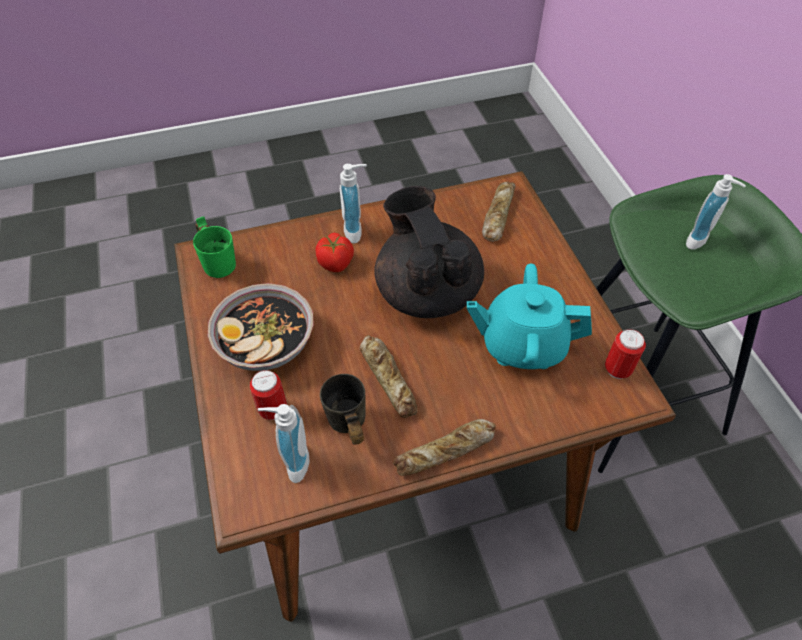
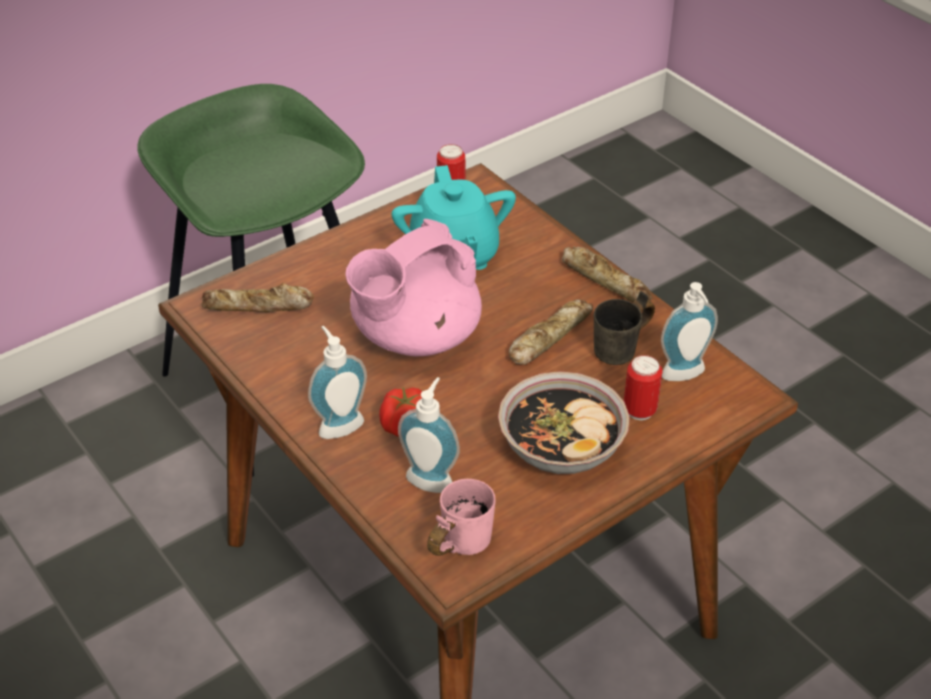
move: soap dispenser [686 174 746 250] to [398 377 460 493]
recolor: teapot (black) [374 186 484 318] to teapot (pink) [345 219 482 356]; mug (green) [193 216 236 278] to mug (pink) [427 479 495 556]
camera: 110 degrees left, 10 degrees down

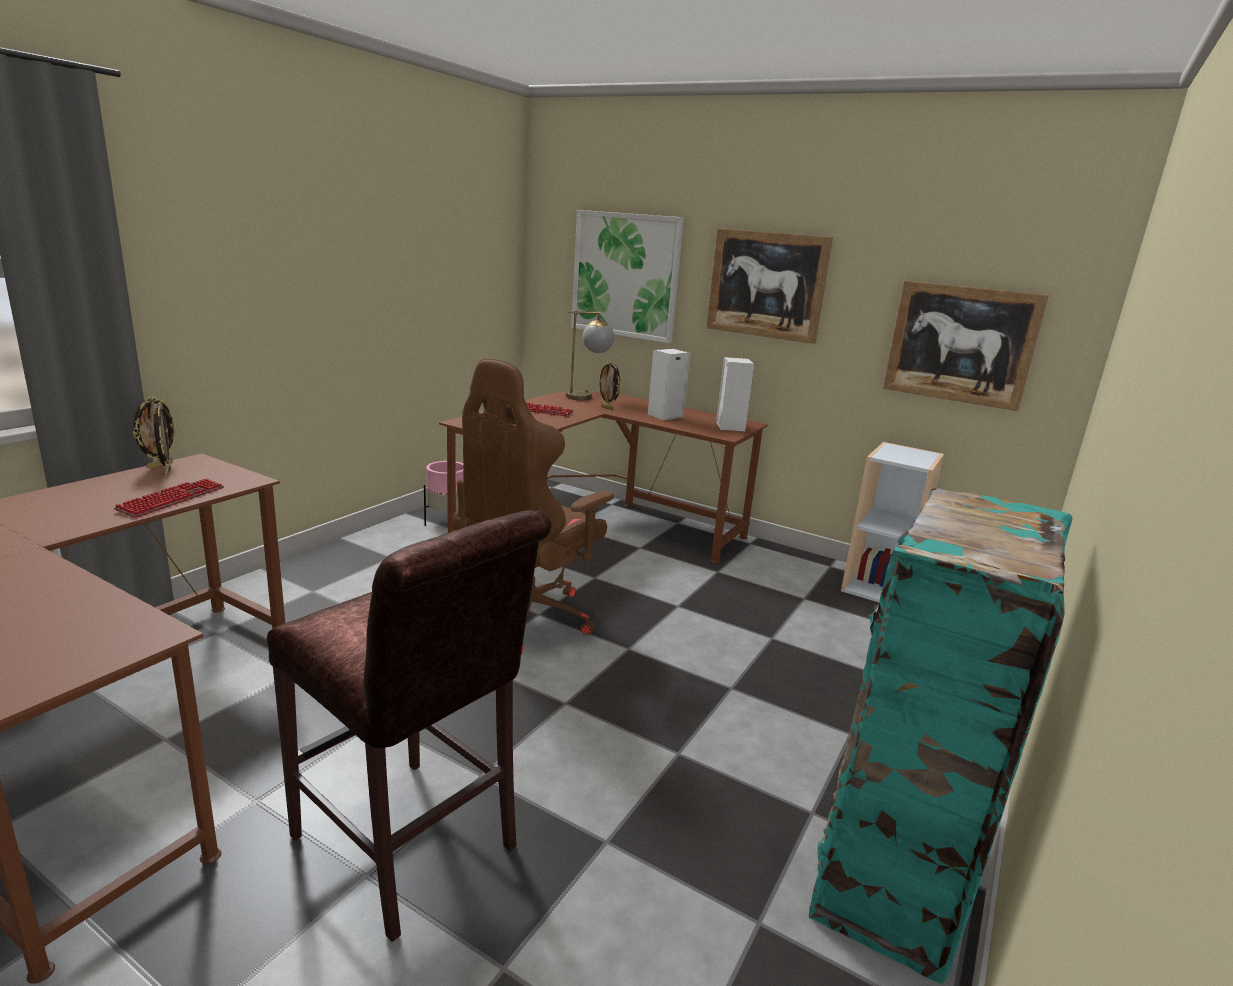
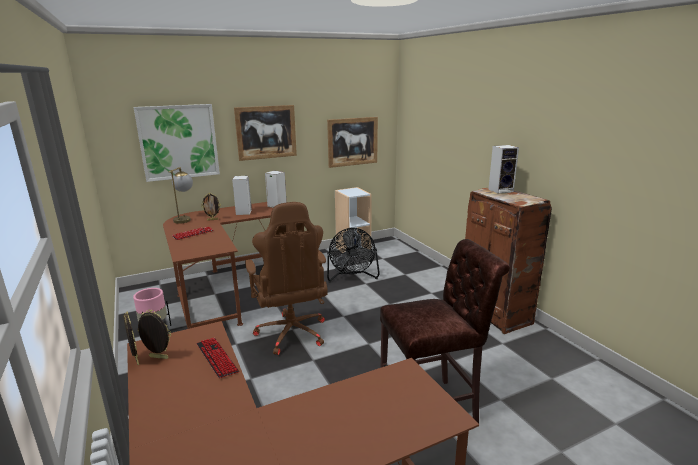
insert: fan (black) [327 228 380 283]; speaker [488 145 519 193]
recolor: cabinet (turquoise) [809 488 1073 984] to cabinet (brown) [465 187 552 334]
camera: 55 degrees left, 0 degrees up

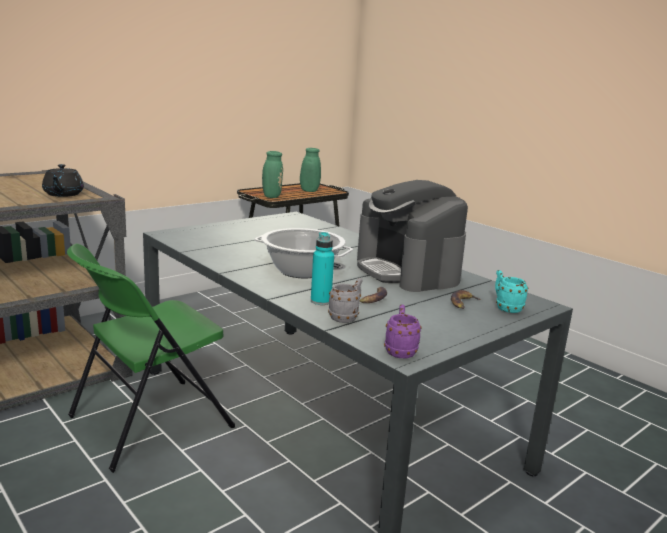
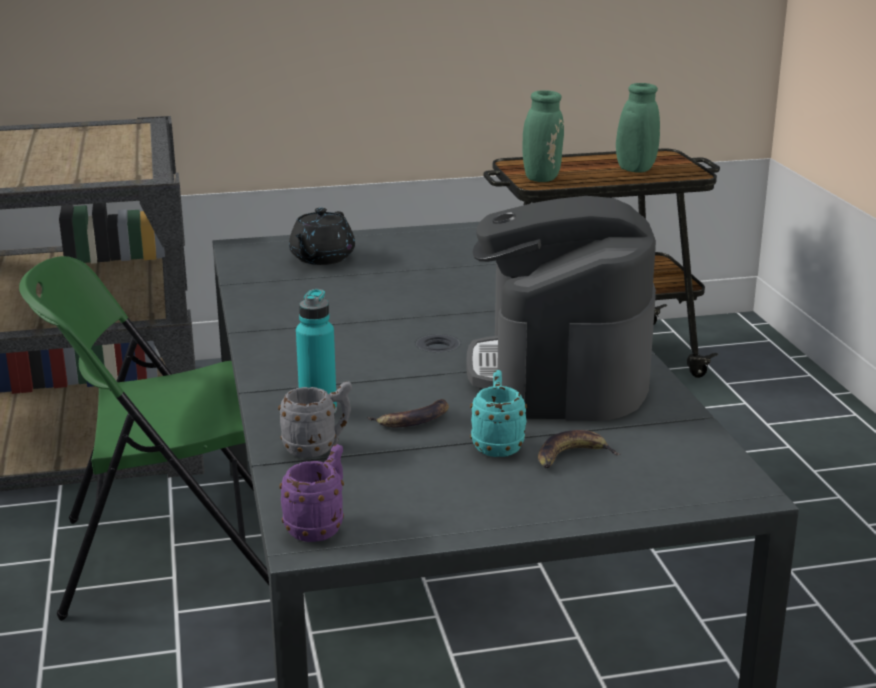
delete: cooking pot [255 228 353 278]
move: teapot (black) [42 164 84 197] to [289 208 355 265]; mug (turquoise) [495 270 528 313] to [470 370 527 457]
camera: 30 degrees right, 5 degrees up

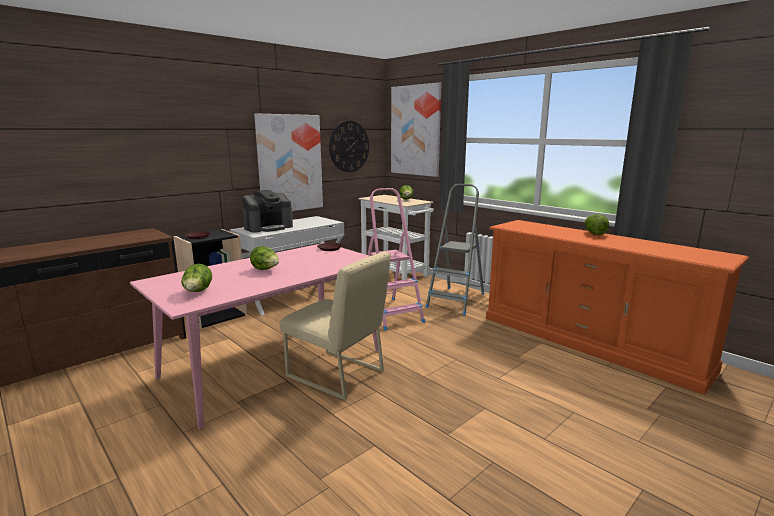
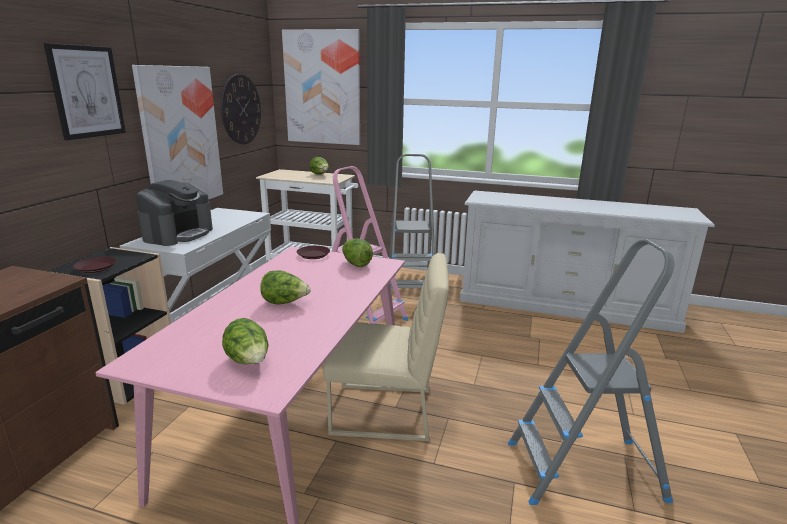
insert: picture [44 43 126 140]; step ladder (grey) [508 239 674 505]
move: lettuce [585 214 609 235] to [342 238 373 267]
recolor: cabinet (orange) [486 220 749 395] to cabinet (white) [460 190 715 333]
camera: 30 degrees left, 5 degrees up

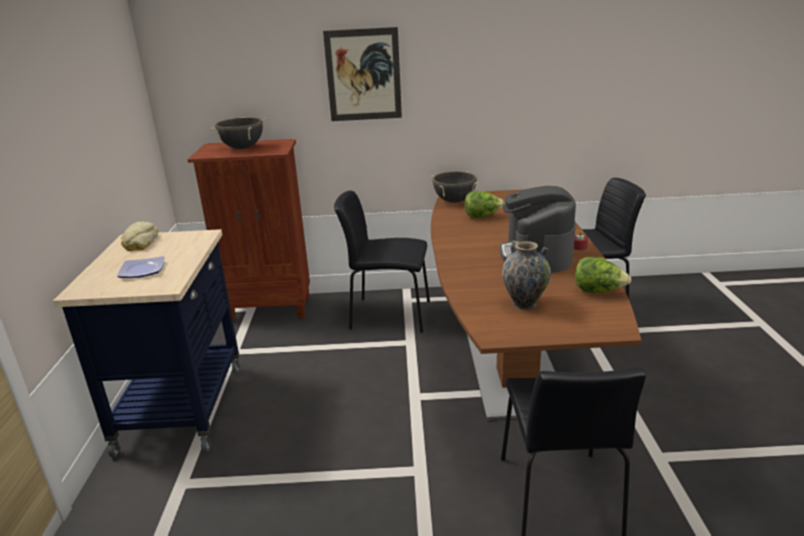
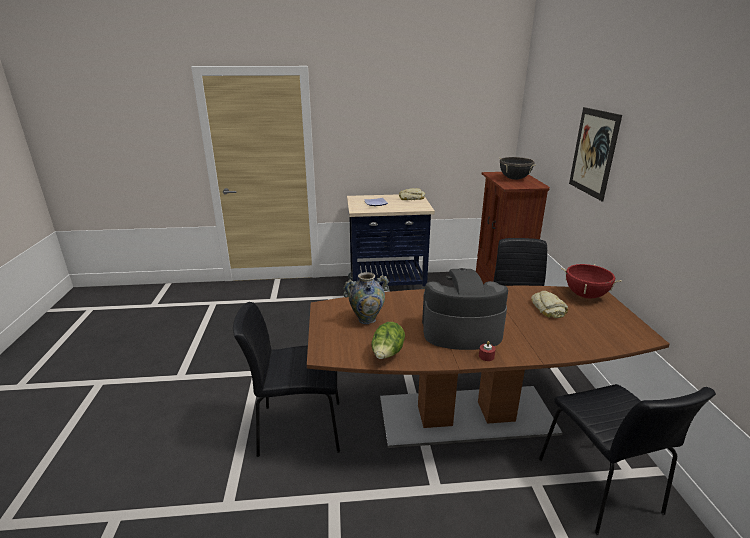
replace: lettuce [464 191 505 218] to bread [531 291 568 318]
recolor: cooking pot (black) [431 172 479 203] to cooking pot (red) [561 264 621 298]
camera: 85 degrees right, 0 degrees up

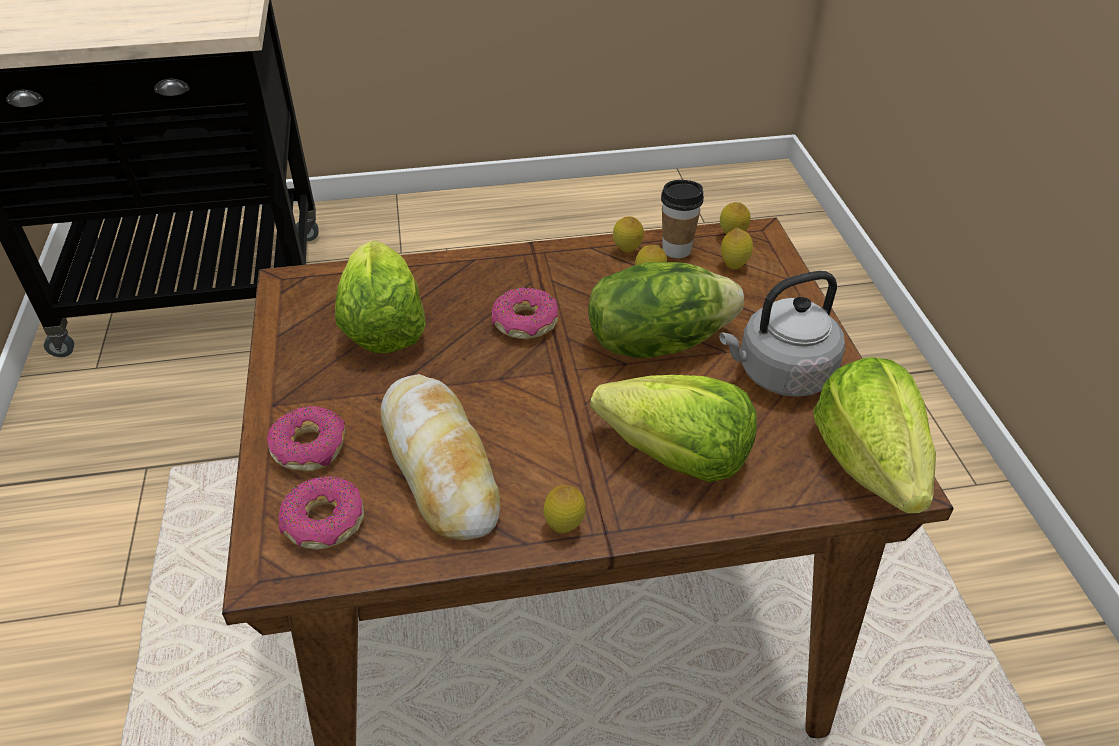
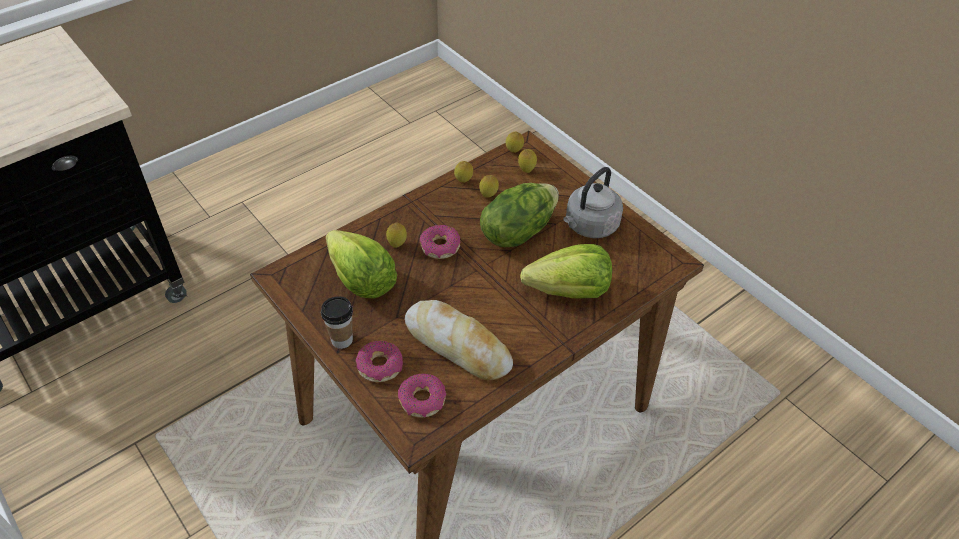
delete: lettuce [813 357 936 513]
move: cup [661 180 704 258] to [321 296 353 349]; lemon [543 485 586 533] to [386 222 407 248]
camera: 30 degrees left, 5 degrees up

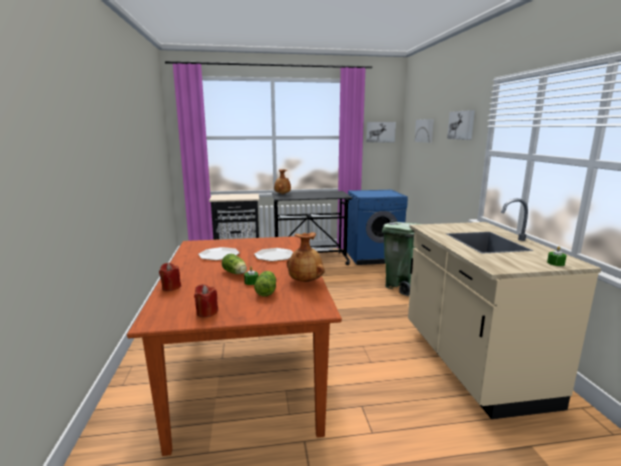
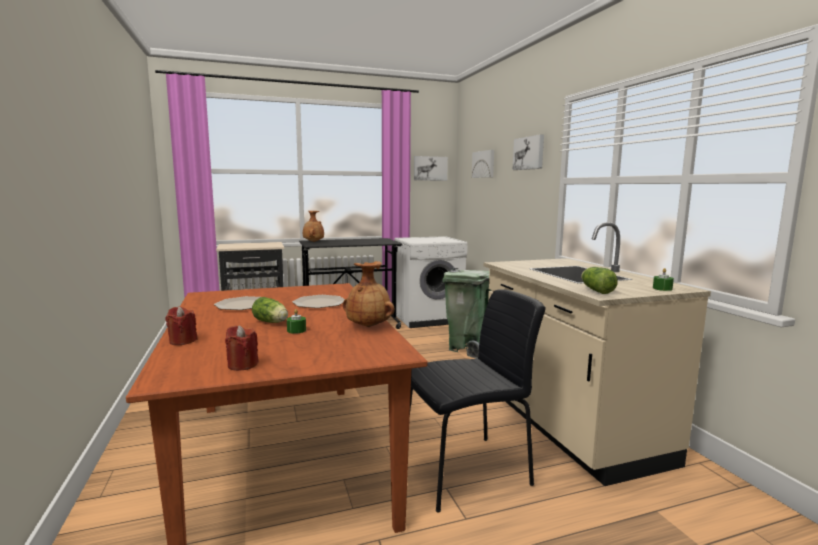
insert: chair (black) [410 289 546 513]
move: lettuce [254 271 276 297] to [581 267 618 294]
recolor: washing machine (blue) [347 190 408 265] to washing machine (white) [394 236 468 328]
camera: 10 degrees left, 5 degrees down

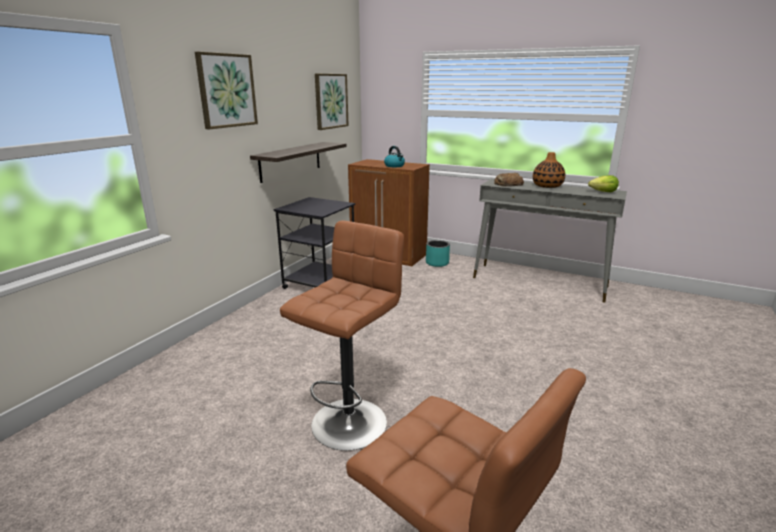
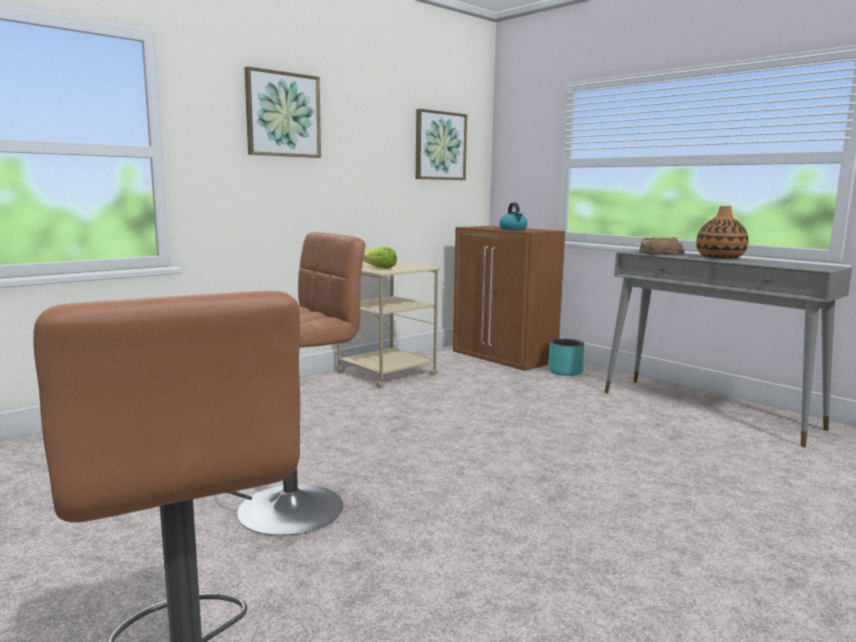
delete: shelf [250 142 347 183]
move: lettuce [588 175 619 192] to [363 247 397 269]
recolor: cart (black) [274 197 355 289] to cart (beige) [337 262 440 388]
camera: 20 degrees right, 10 degrees down

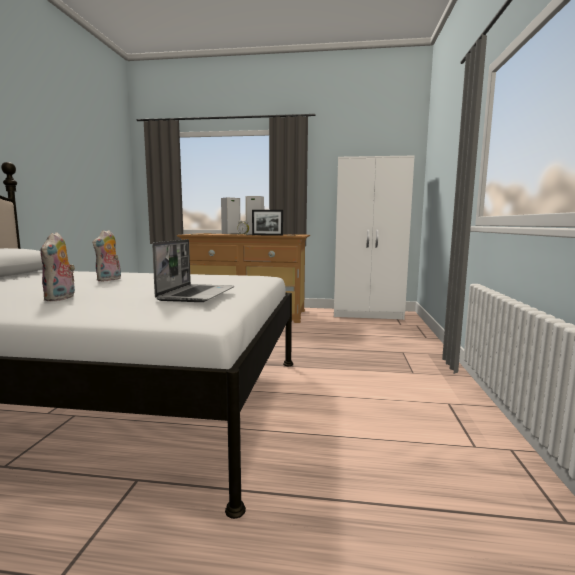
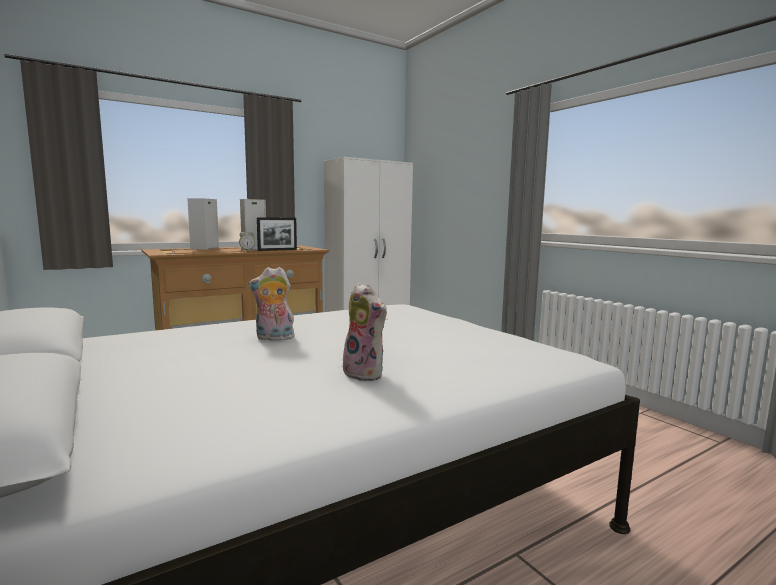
delete: laptop [152 239 234 302]
rotate: plush toy [92 230 121 281] = [248 267 294 342] 105 degrees clockwise
camera: 40 degrees left, 0 degrees up

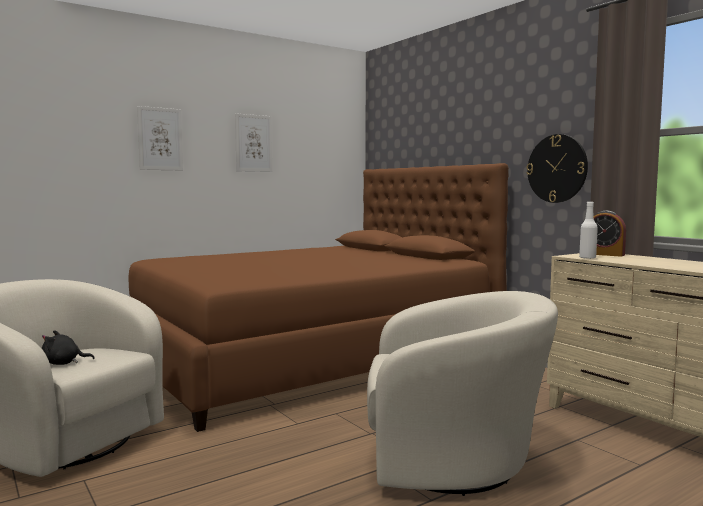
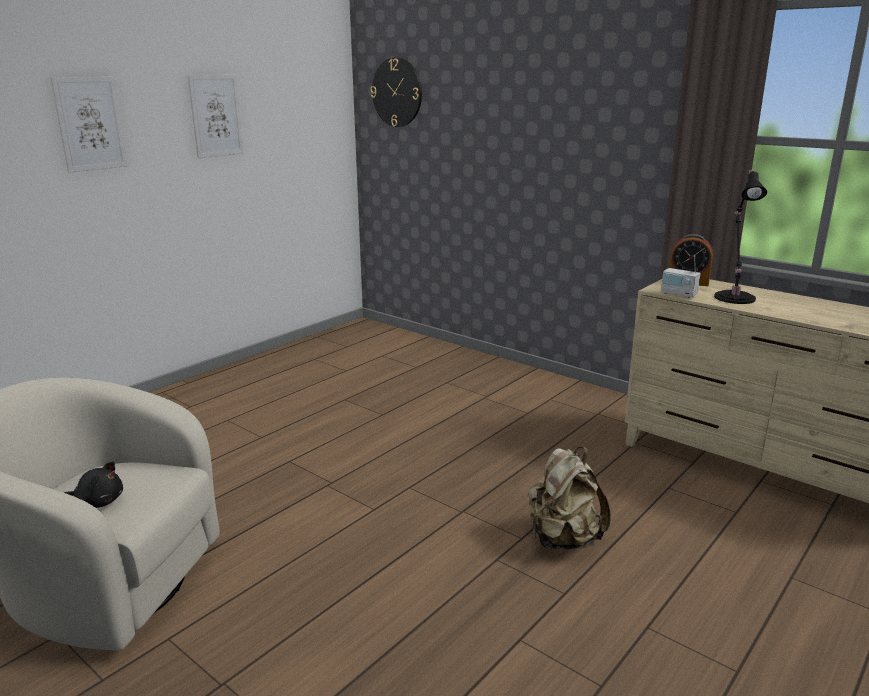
delete: bed (brown) [128 163 509 432]
insert: table lamp (black) [714 169 767 304]
move: wall clock [526 134 588 203] to [371 58 422 127]
replace: armchair (beige) [367 291 558 496] to backpack (beige) [528 447 611 549]; bottle (white) [579 202 598 259] to radio [661 255 701 298]
rotate: plush toy (black) [42 330 95 365] = [64 461 123 508] 150 degrees counterclockwise
camera: 15 degrees left, 15 degrees up

